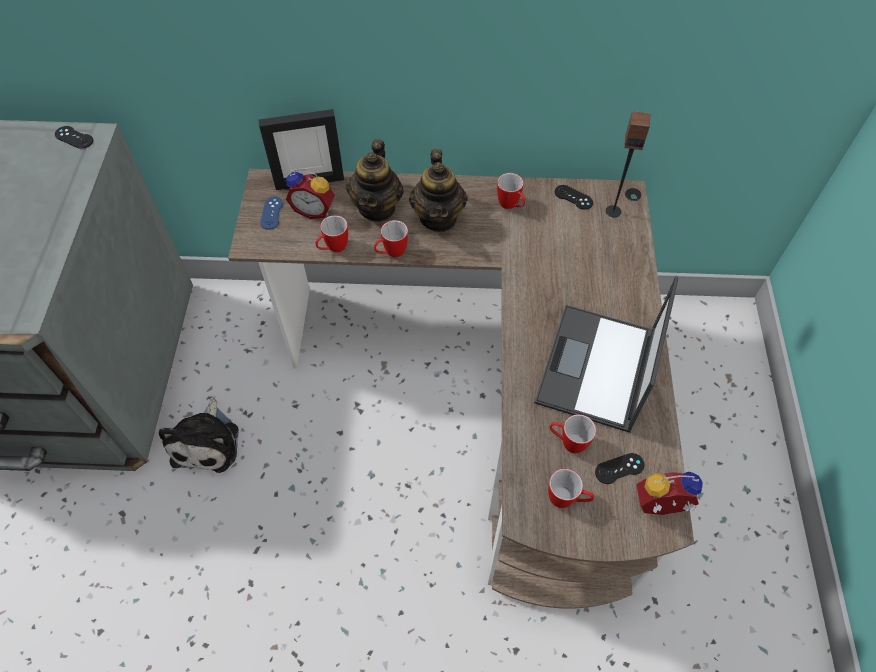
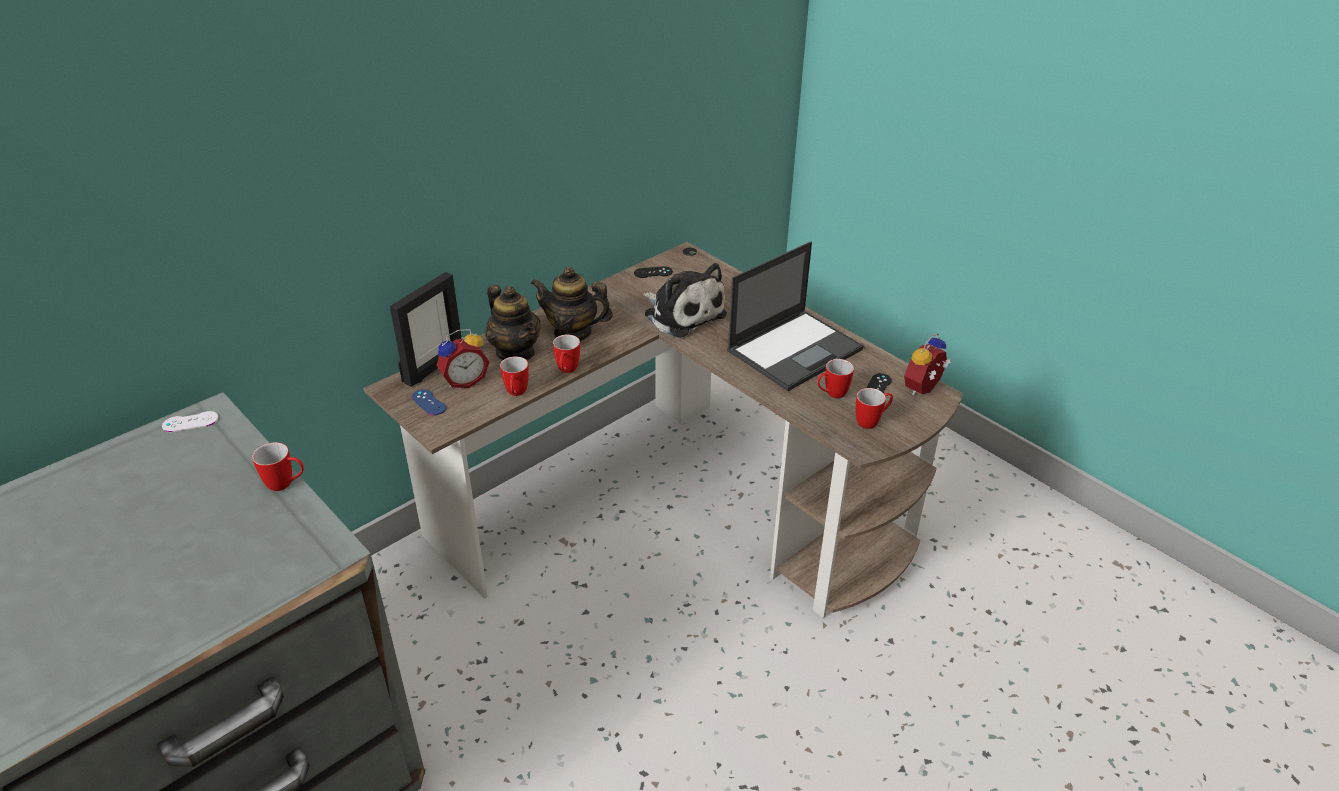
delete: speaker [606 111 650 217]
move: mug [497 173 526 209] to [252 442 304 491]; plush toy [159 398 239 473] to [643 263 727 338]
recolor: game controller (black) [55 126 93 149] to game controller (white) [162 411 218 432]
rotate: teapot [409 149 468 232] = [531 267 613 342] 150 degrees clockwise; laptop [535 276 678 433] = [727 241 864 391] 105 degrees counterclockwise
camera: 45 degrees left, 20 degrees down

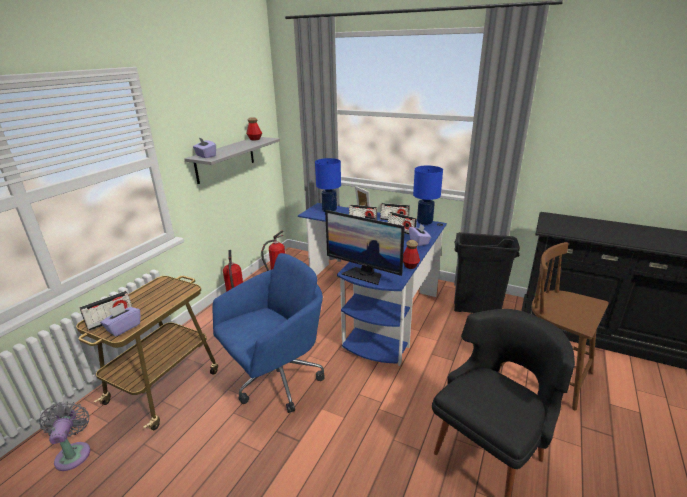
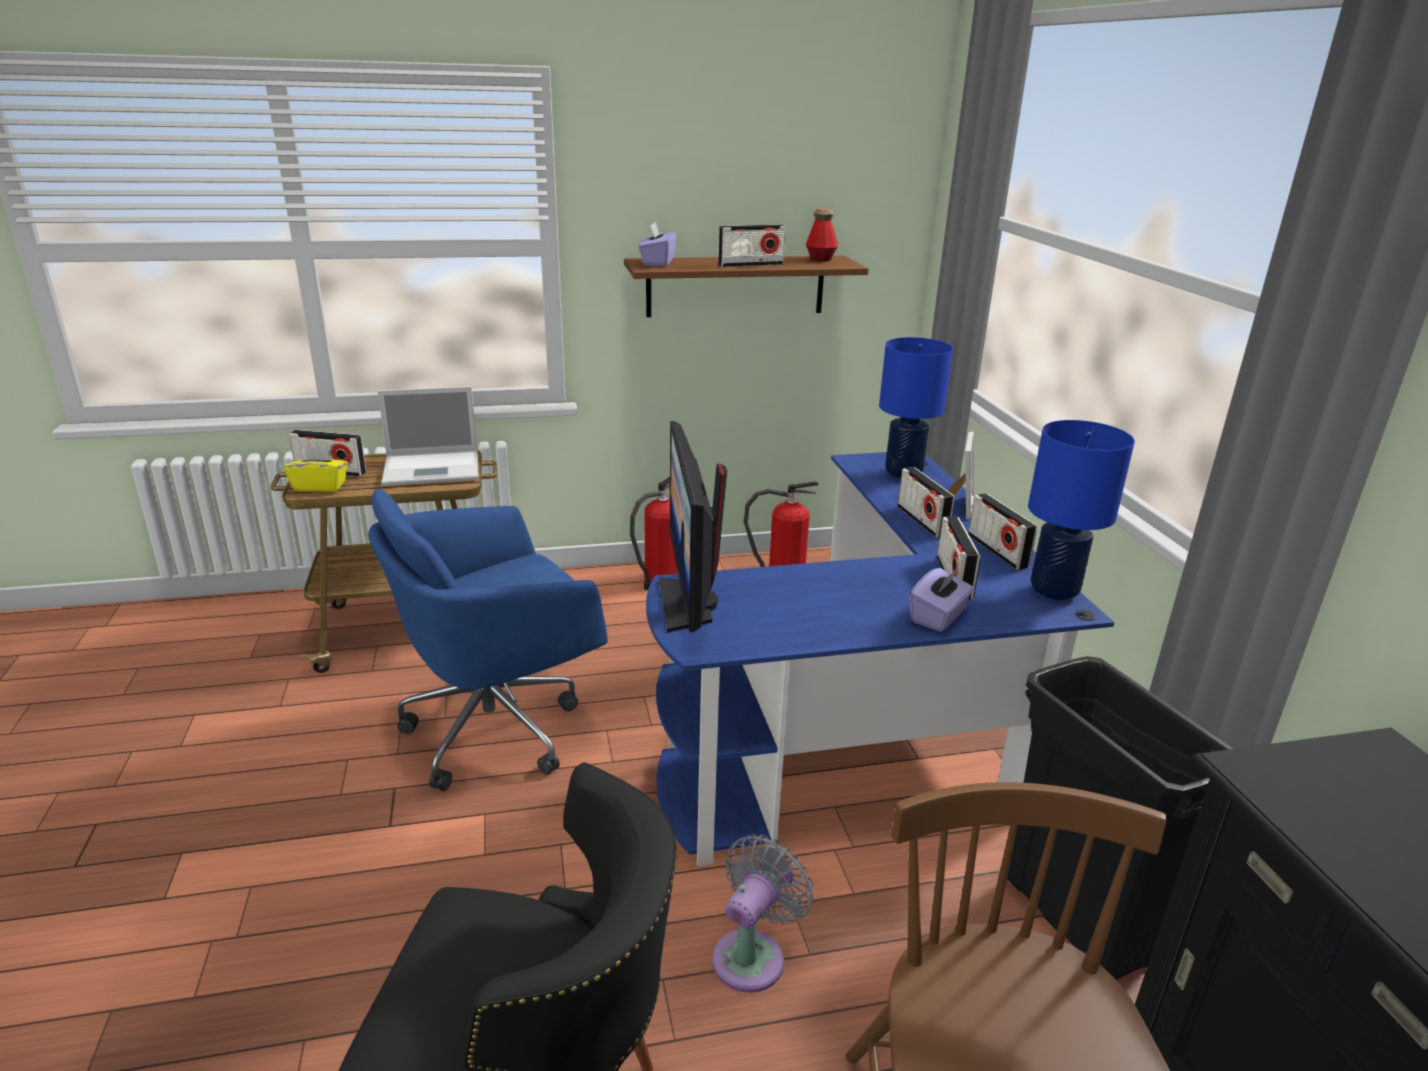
delete: bottle [403 240 420 269]
insert: laptop [378 386 479 486]; radio [718 225 785 267]
move: fan (grey) [39 402 90 471] to [713 834 814 993]
recolor: tissue box (purple) [100 303 140 337] to tissue box (yellow) [283 446 348 492]; shelf (grey) [184 137 280 184] to shelf (brown) [624 256 868 317]
rotate: office chair (blue) [213 253 324 413] = [368 489 608 791] 135 degrees clockwise
camera: 50 degrees right, 0 degrees up

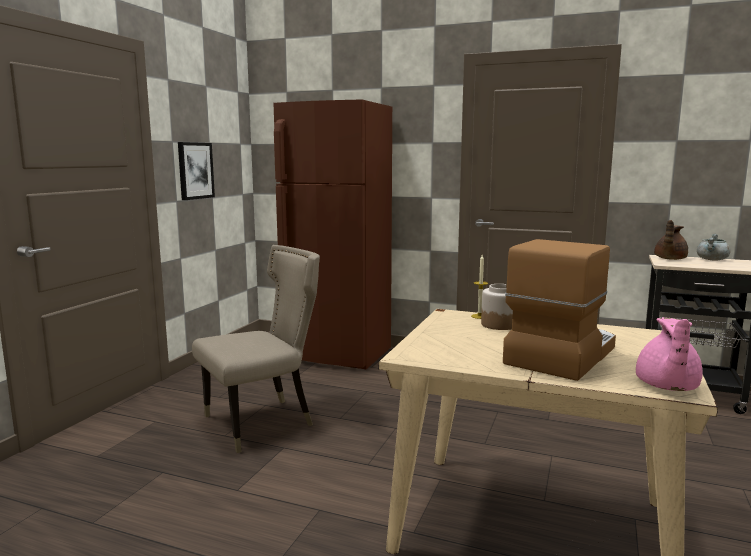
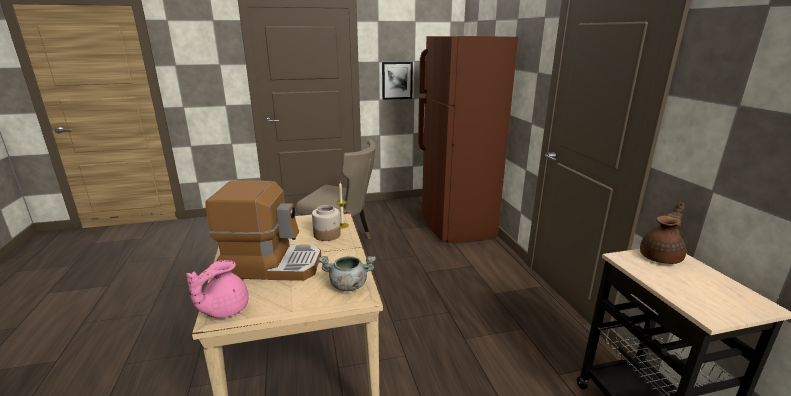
move: cooking pot (grey) [697 233 730 261] to [318 256 376 291]
rotate: teapot (pink) [636 318 703 391] = [186 260 249 318] 45 degrees counterclockwise; teapot (brown) [654 220 688 260] = [640 202 686 264] 135 degrees clockwise
camera: 55 degrees right, 10 degrees up

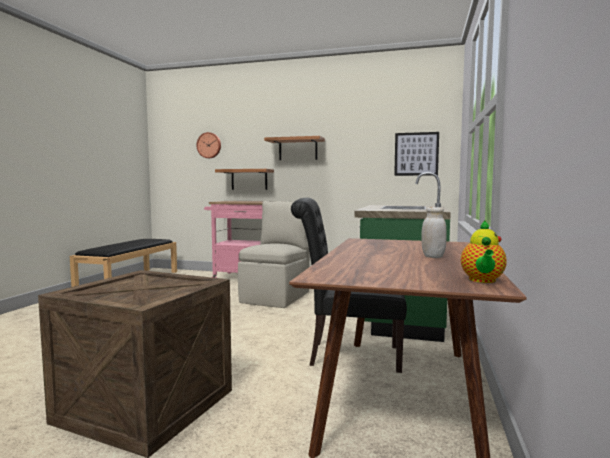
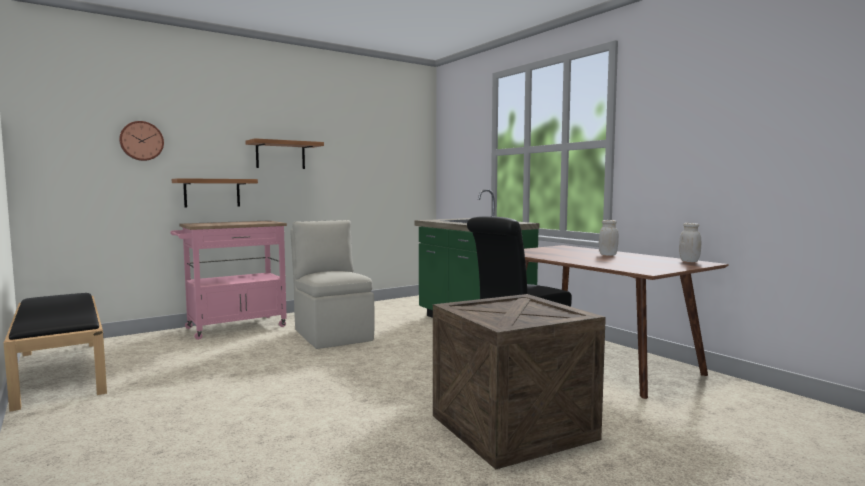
delete: picture [394 132 439 176]
replace: teapot [461 220 507 283] to jar (white) [679 223 701 262]
camera: 50 degrees left, 0 degrees up

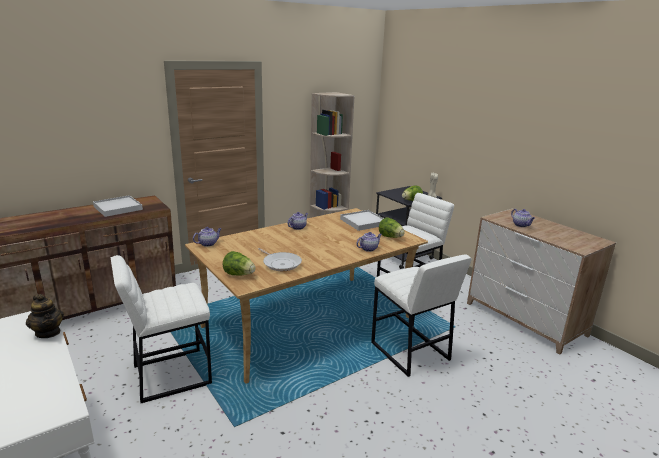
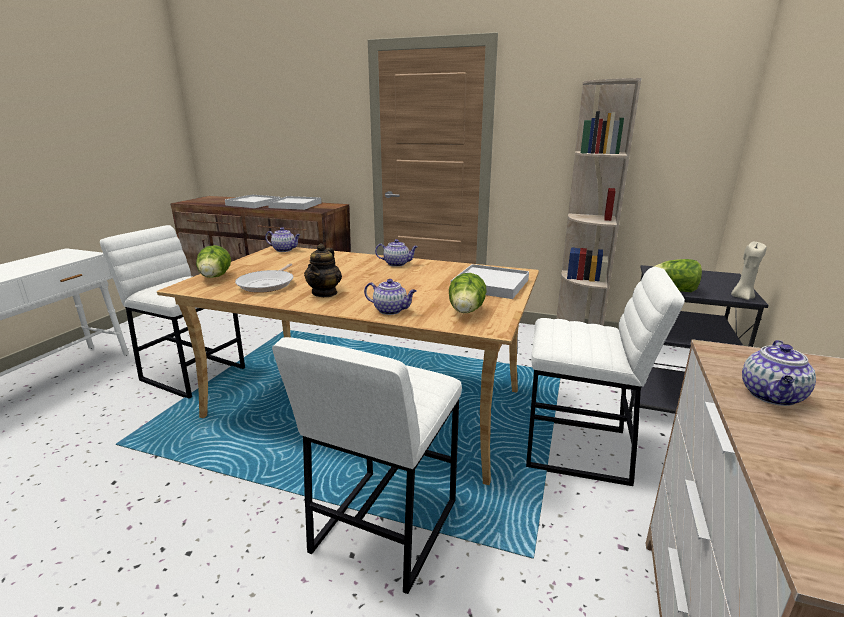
insert: tray (white) [225 195 281 208]
move: teapot [26 294 64 338] to [304 243 342 297]
camera: 55 degrees right, 0 degrees up

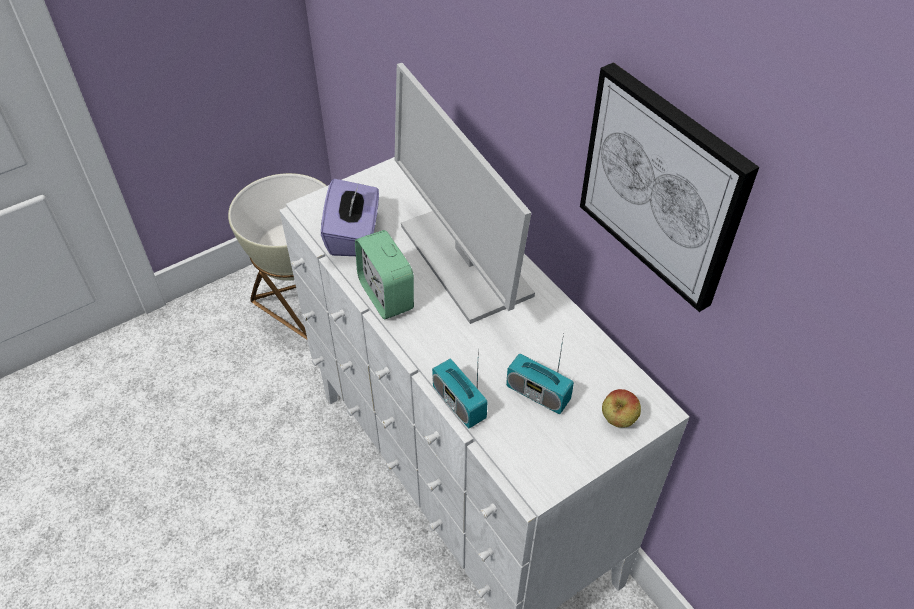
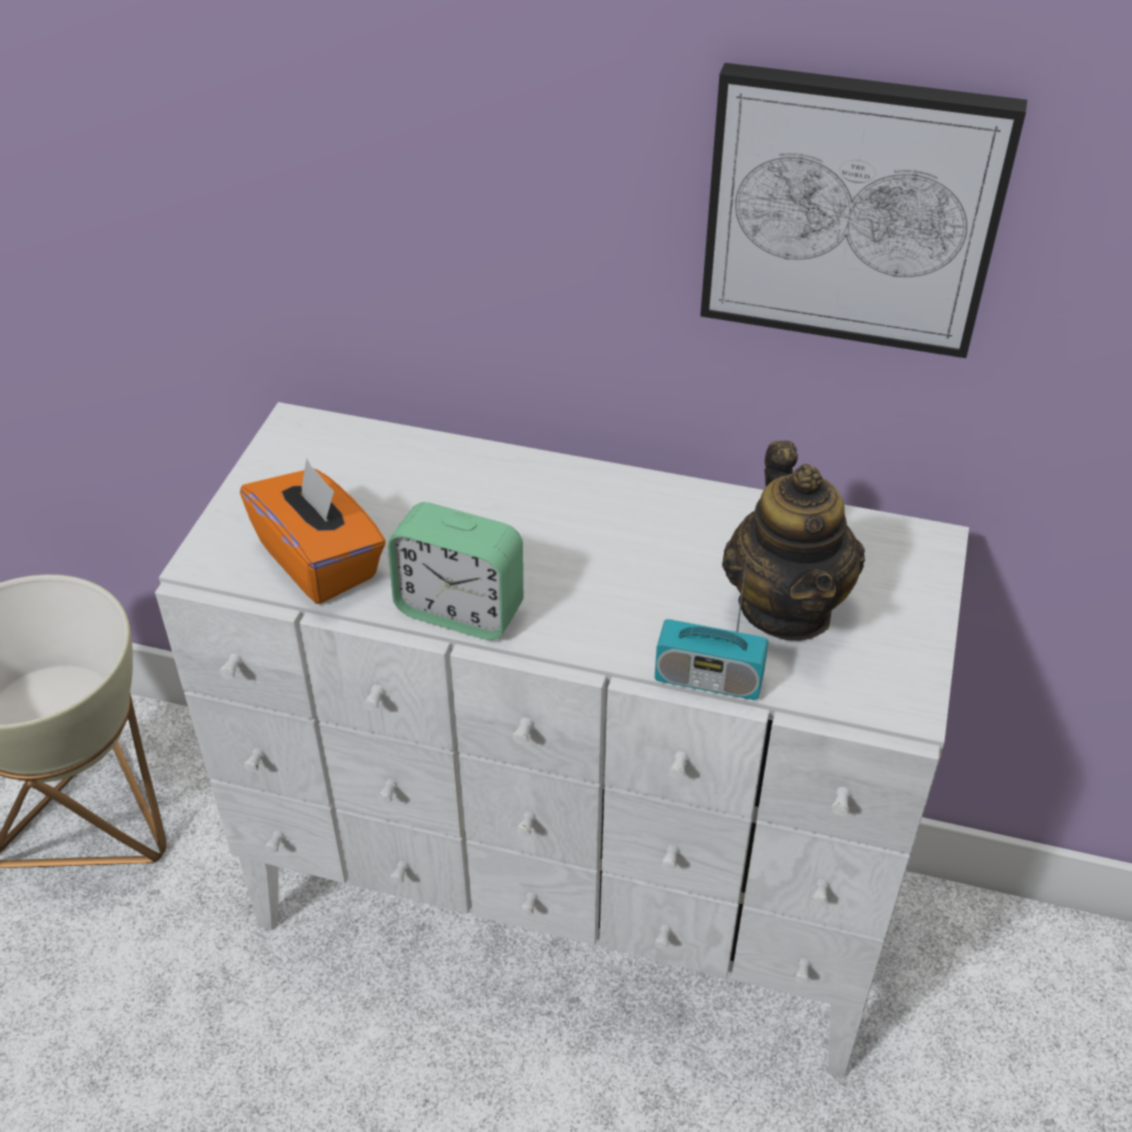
delete: monitor [394 63 535 324]; apple [602 389 641 428]
replace: radio [506 333 574 414] to teapot [722 440 865 641]
recolor: tissue box (purple) [321 179 379 256] to tissue box (orange) [240 459 386 604]
camera: 40 degrees left, 5 degrees down

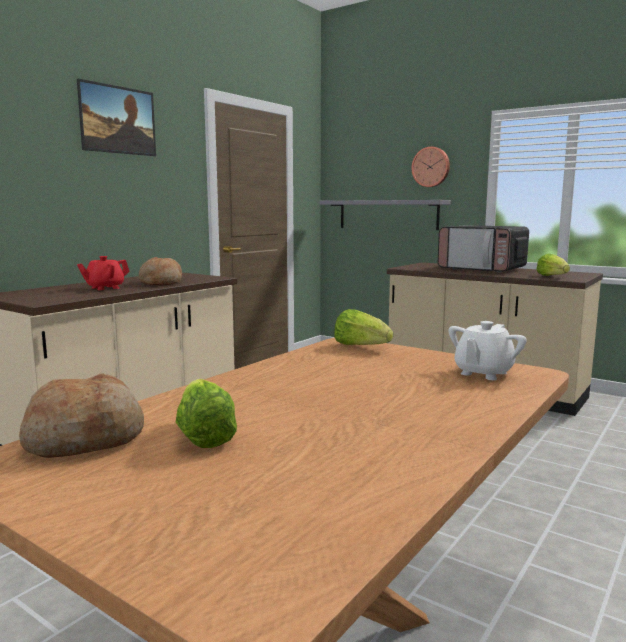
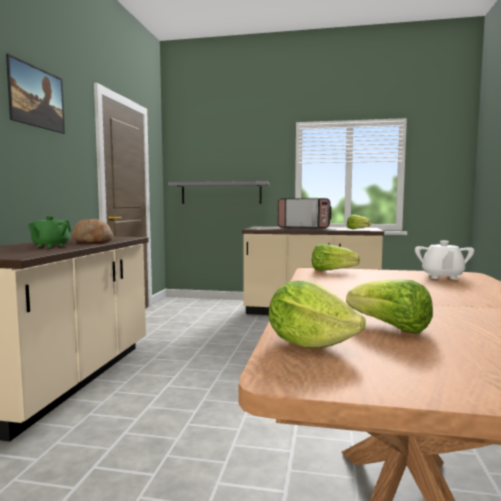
delete: wall clock [411 147 450 187]
replace: bread [19 373 144 458] to lettuce [269 280 366 348]
recolor: teapot (red) [77 256 130 290] to teapot (green) [28 216 71 248]
camera: 25 degrees left, 5 degrees down

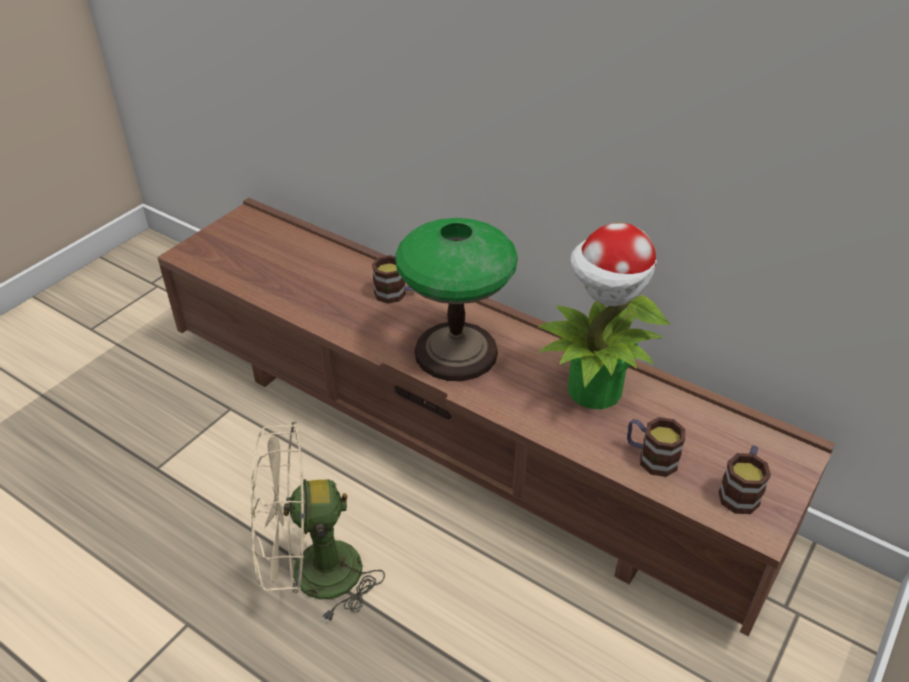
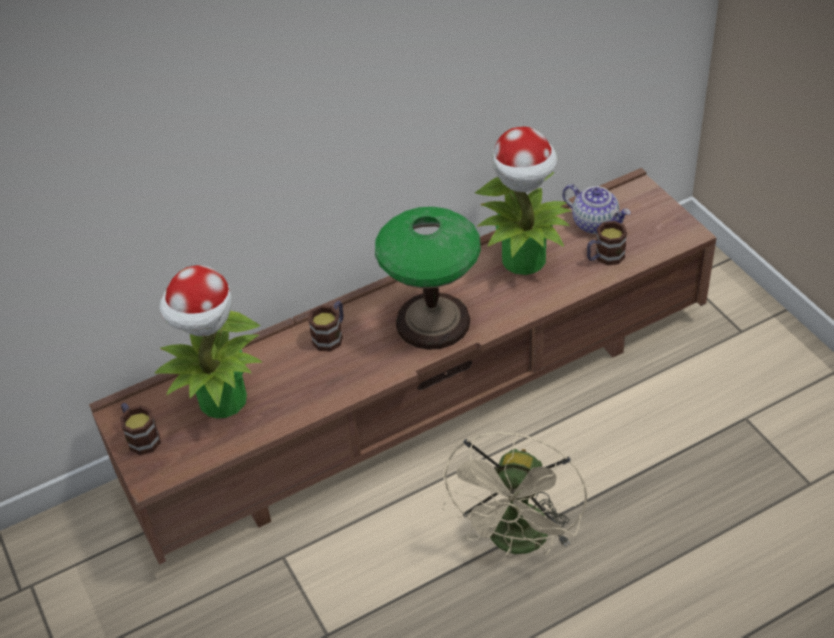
insert: potted plant [155 265 262 418]; teapot [562 184 631 234]
move: mug [718 446 771 514] to [120 403 161 455]
camera: 60 degrees left, 5 degrees up

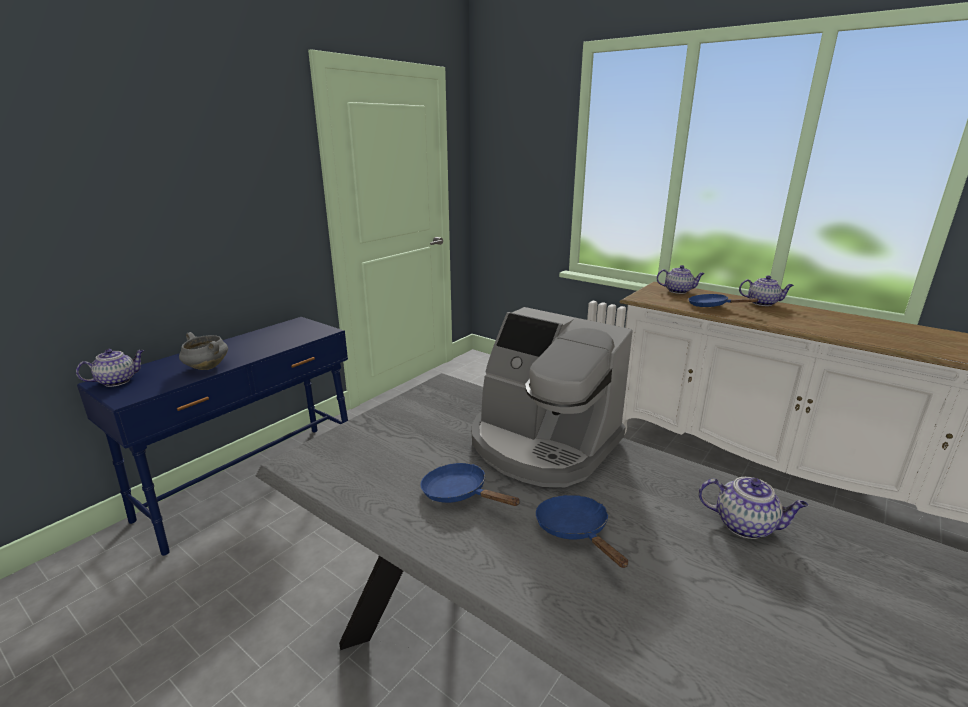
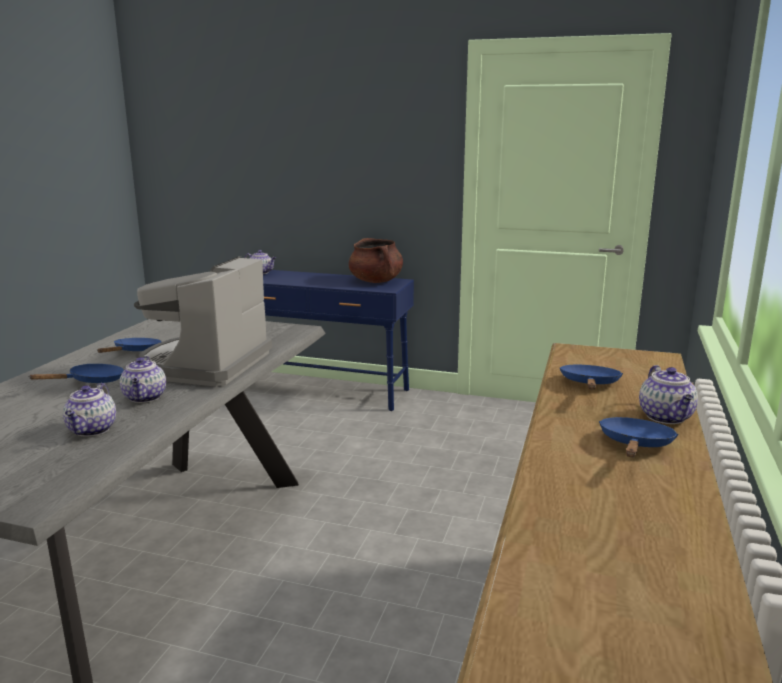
delete: cooking pot (grey) [179 332 228 370]
insert: cooking pot (brown) [348 238 403 283]; frying pan (blue) [599 417 678 457]
move: teapot [657 265 705 294] to [120 356 166 403]
camera: 70 degrees right, 5 degrees down

